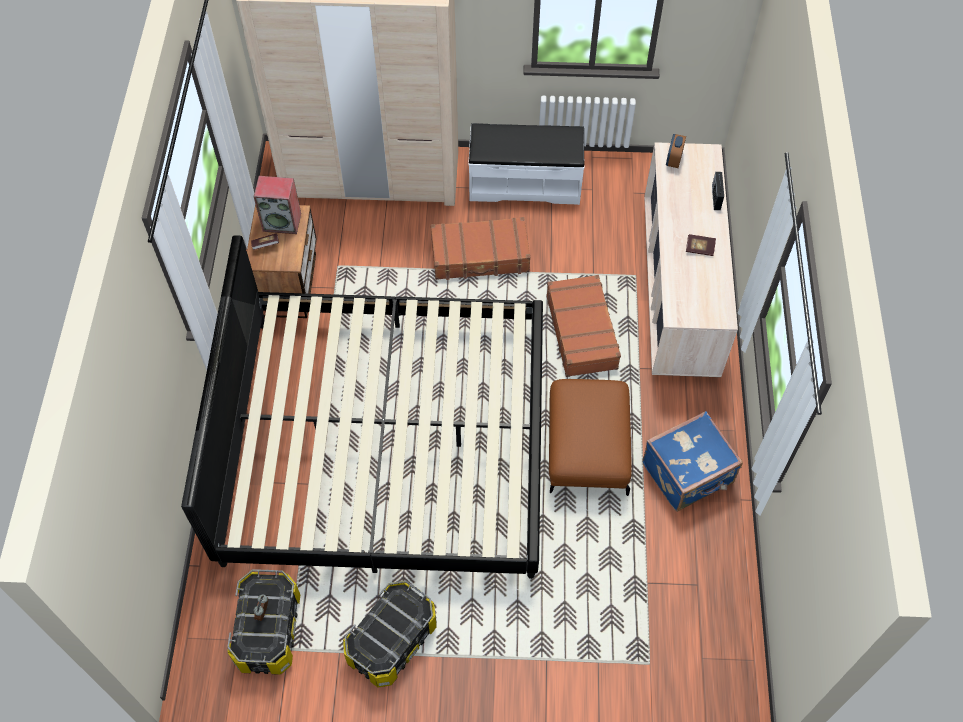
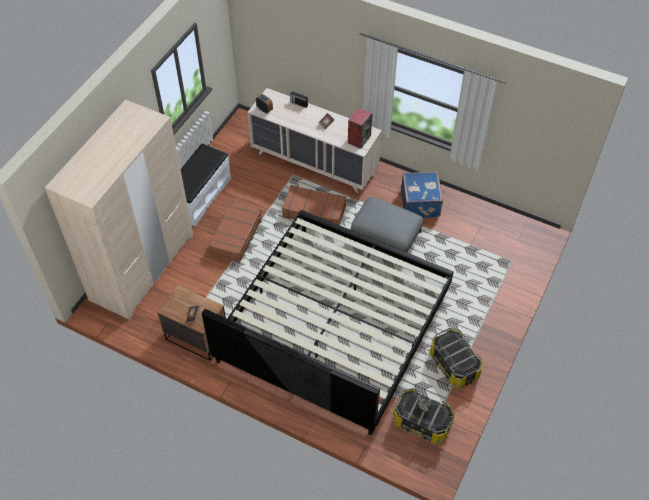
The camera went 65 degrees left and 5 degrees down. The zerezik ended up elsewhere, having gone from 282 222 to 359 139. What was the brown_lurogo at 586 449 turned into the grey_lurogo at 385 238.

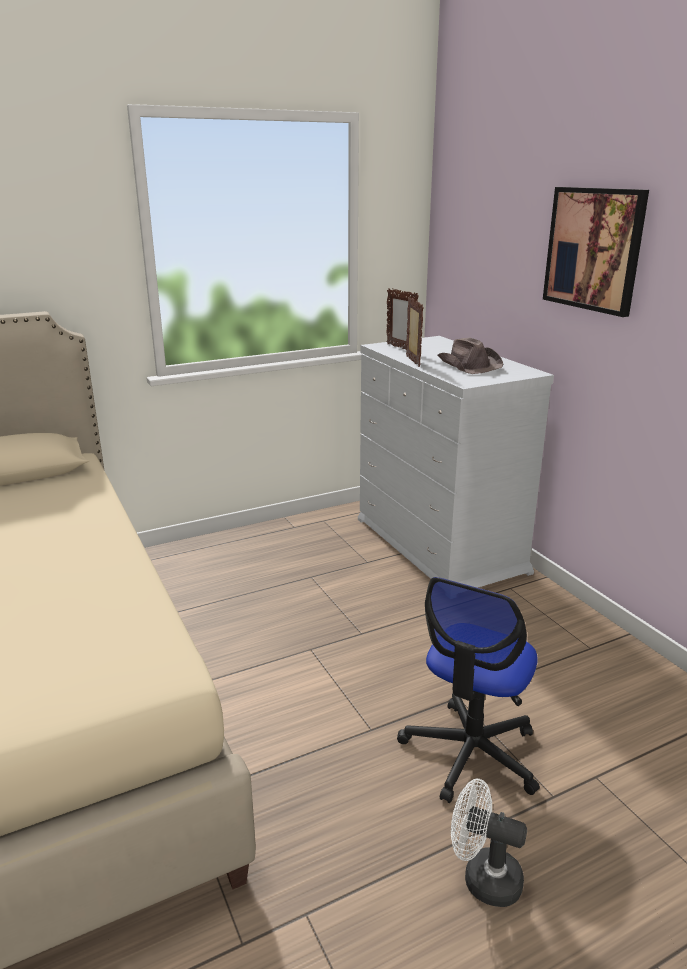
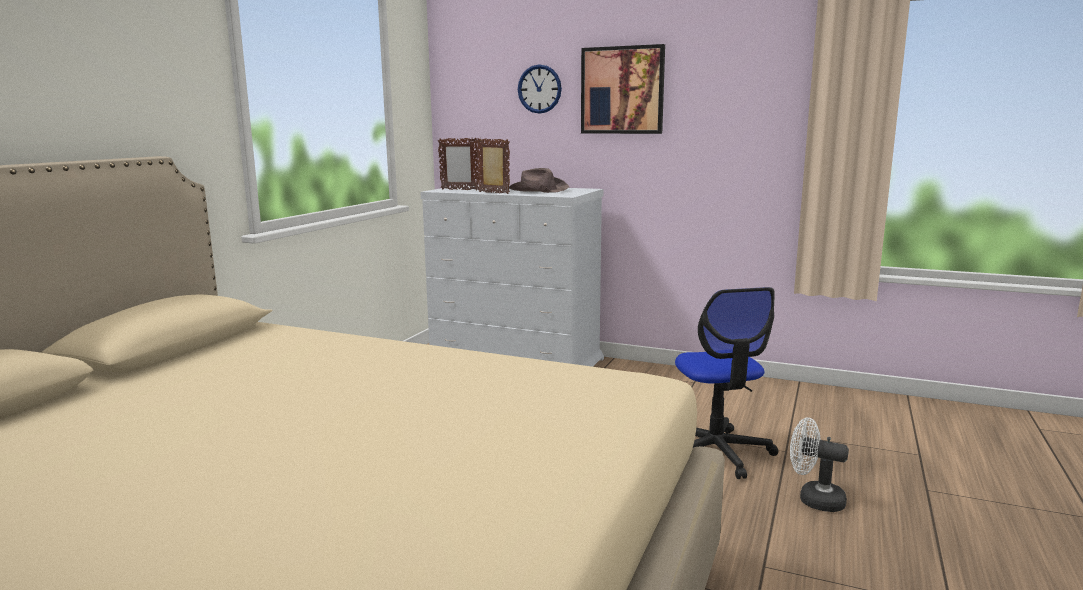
The camera went 40 degrees left and 10 degrees down. The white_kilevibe at 483 877 ended up facing another way, 45 degrees clockwise from before. The second view gained the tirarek at 539 89.

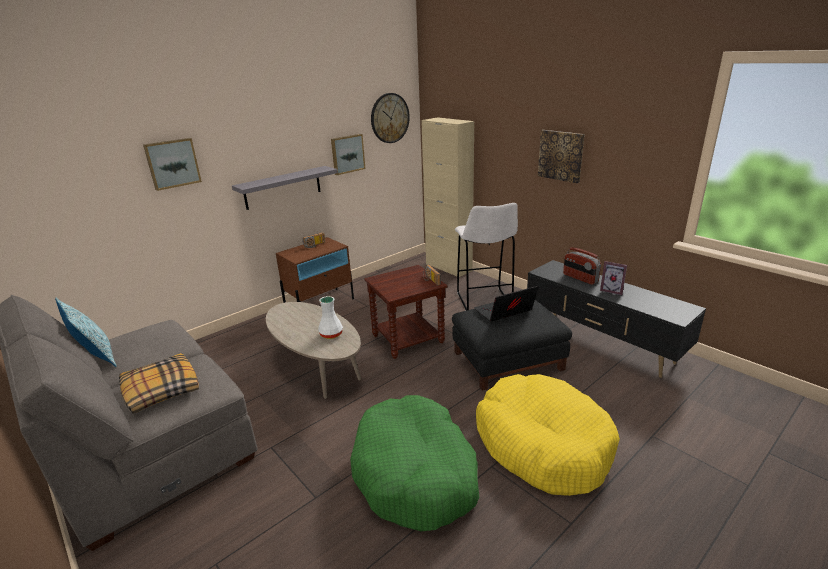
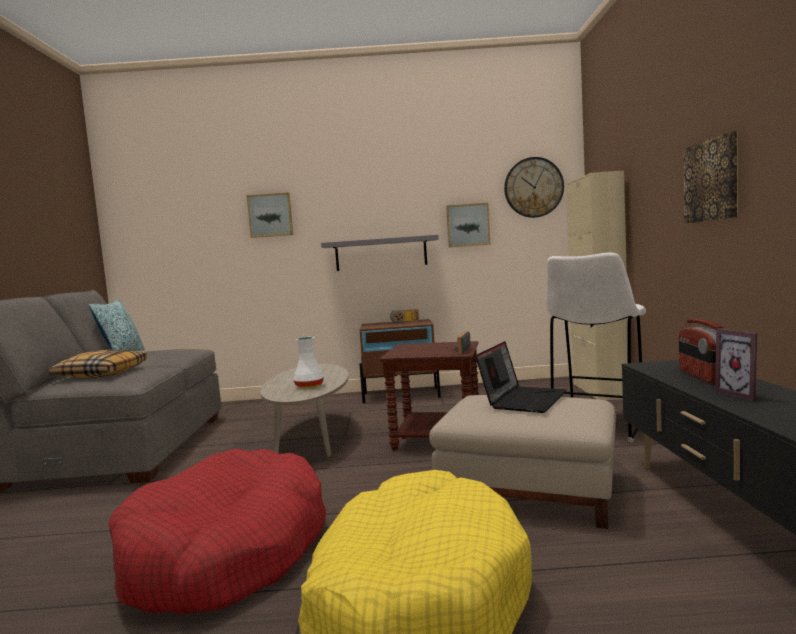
The camera went 40 degrees right and 20 degrees down. The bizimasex at 504 312 ended up facing another way, 105 degrees clockwise from before. What was the black_lurogo at 507 361 turned into the beige_lurogo at 527 491. What was the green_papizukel at 416 473 turned into the red_papizukel at 226 552.

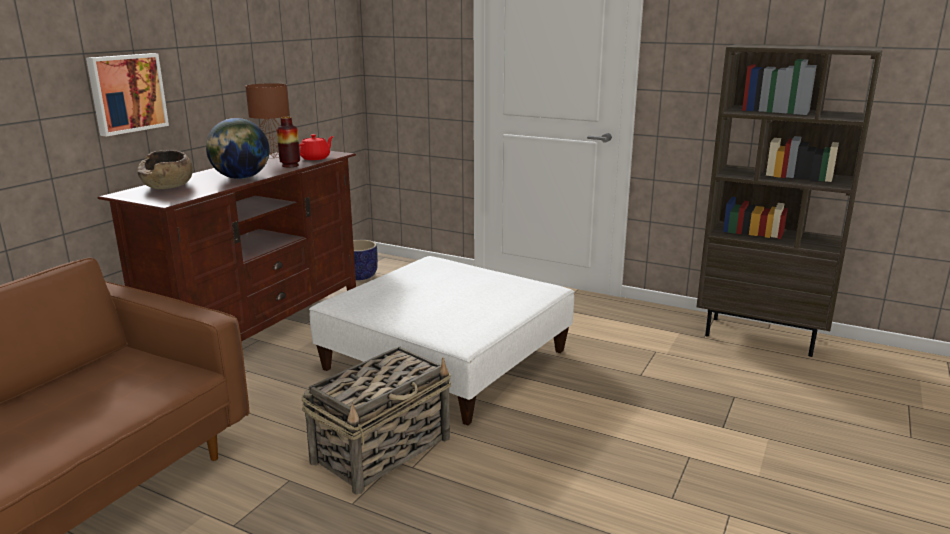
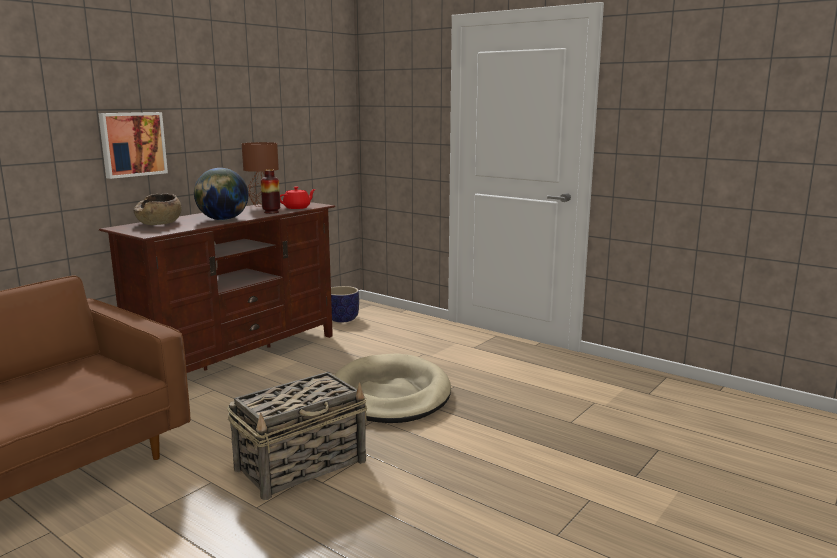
The camera went 10 degrees right and 5 degrees down. The second view lost the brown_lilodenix at 761 336. Where the white_lurogo stood at 446 360, the beige_papizukel came to stand at 390 394.

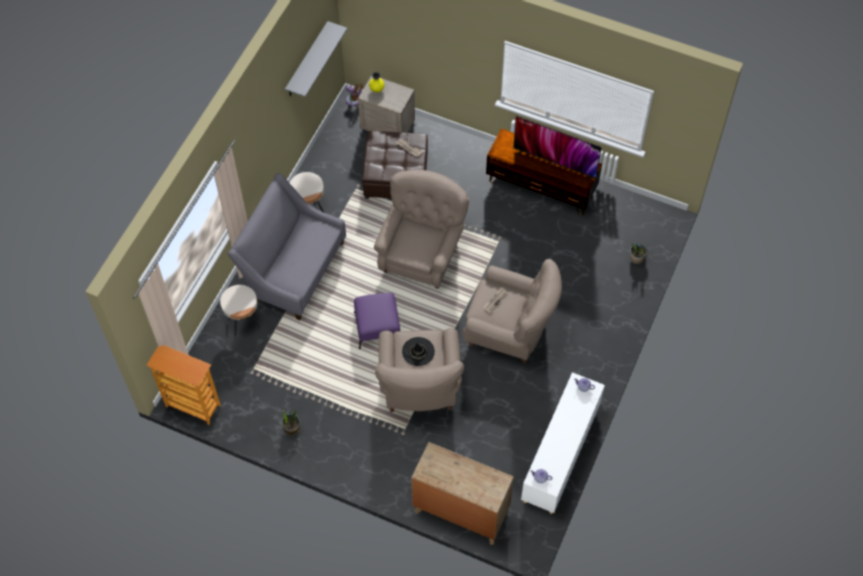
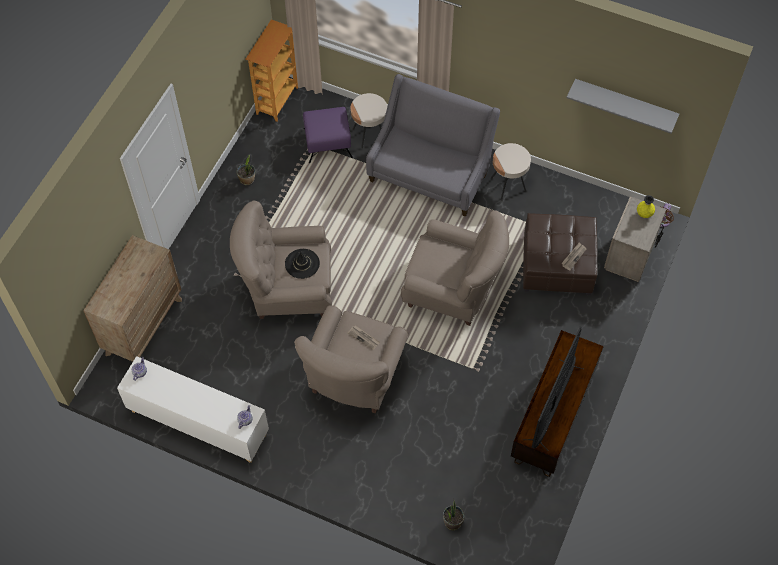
The camera went 90 degrees right and 0 degrees up. The purple_lurogo ended up elsewhere, having gone from 377 327 to 327 142.

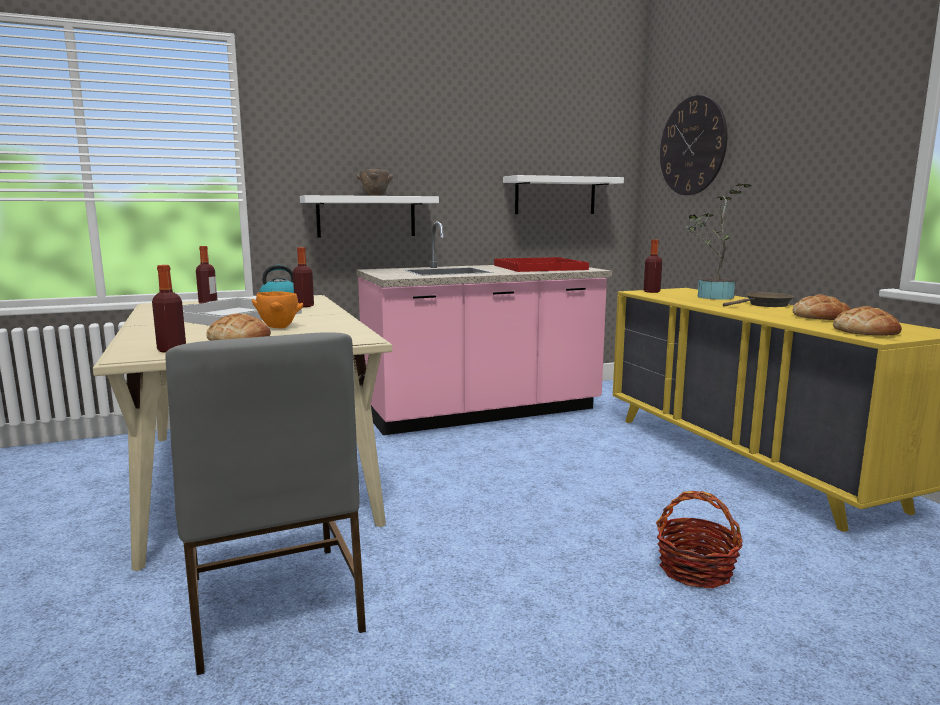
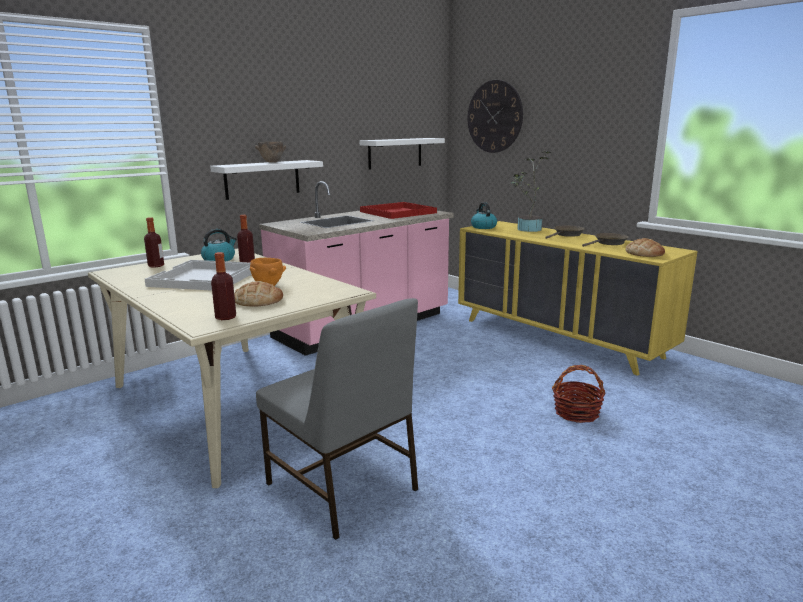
The camera went 20 degrees left and 5 degrees up. Where the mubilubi stood at 651 291, the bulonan came to stand at 483 227. Where the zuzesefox stood at 820 317, the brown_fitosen came to stand at 608 243.

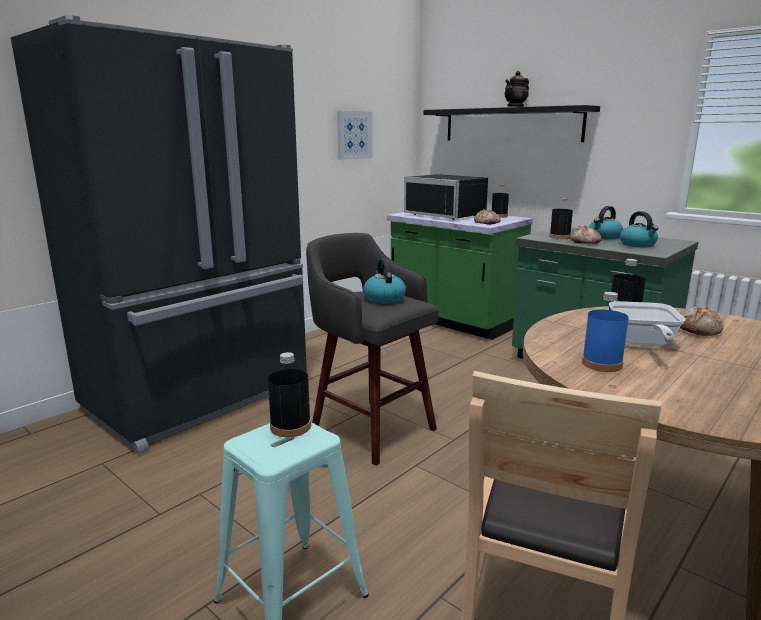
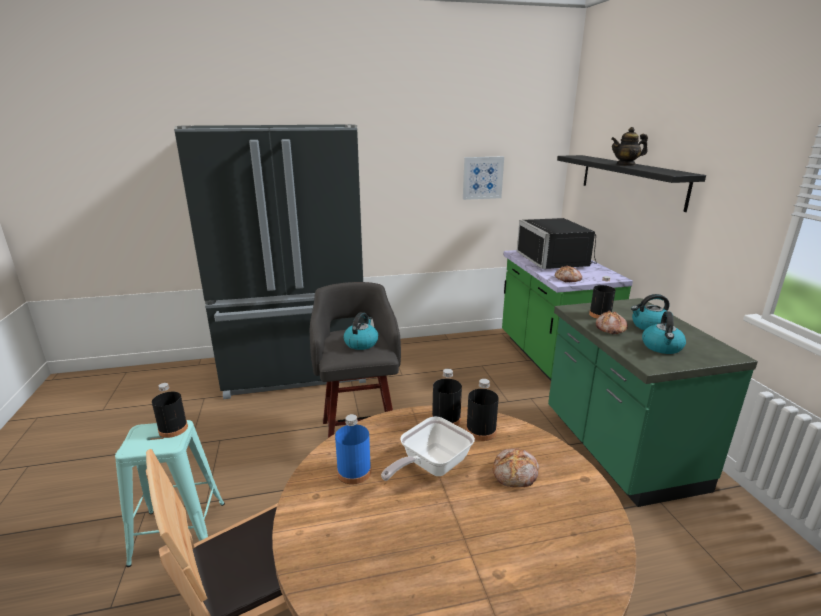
The camera went 35 degrees right and 5 degrees up. The black_mubilubi ended up elsewhere, having gone from 499 216 to 446 419.

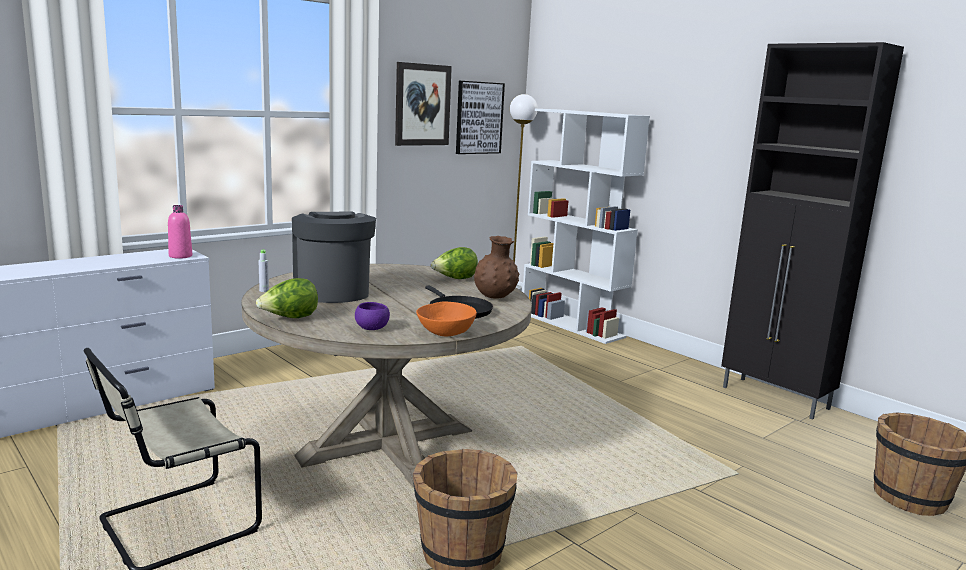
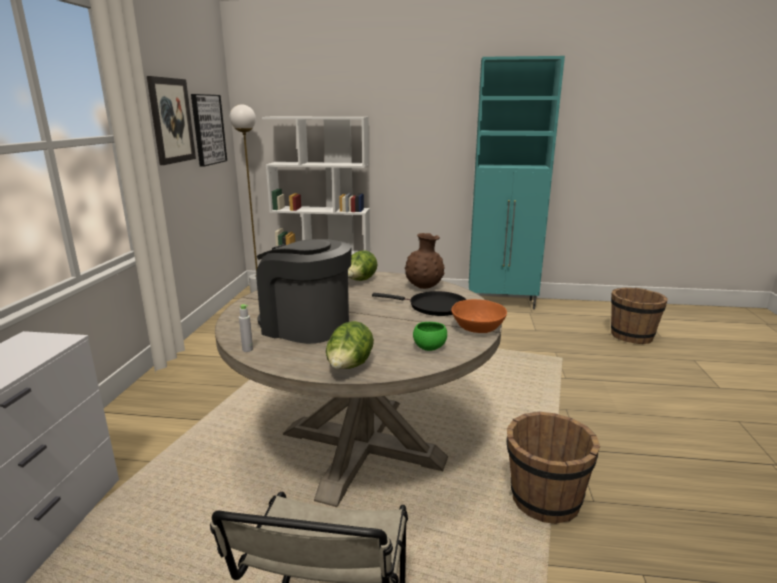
The camera went 40 degrees left and 5 degrees up. What was the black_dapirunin at 776 398 turned into the turquoise_dapirunin at 502 303. The second view lost the pink_mubilubi at 180 256. What was the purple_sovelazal at 371 328 turned into the green_sovelazal at 429 348.

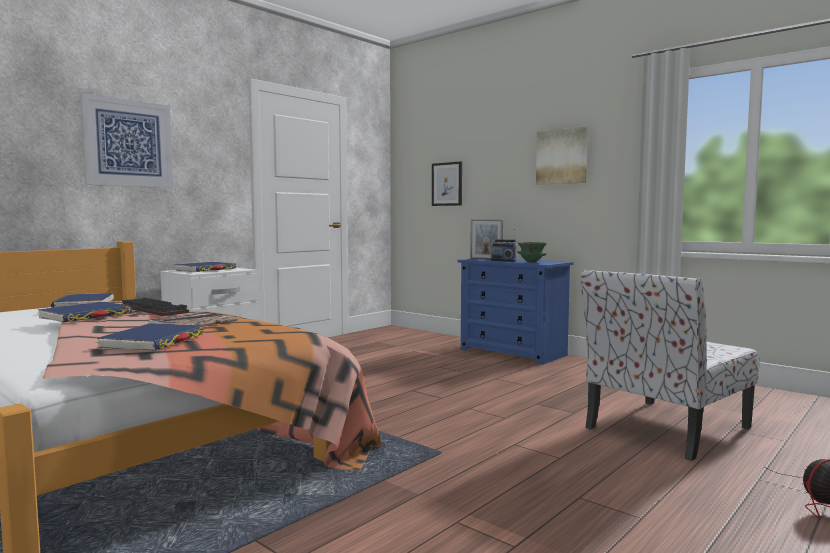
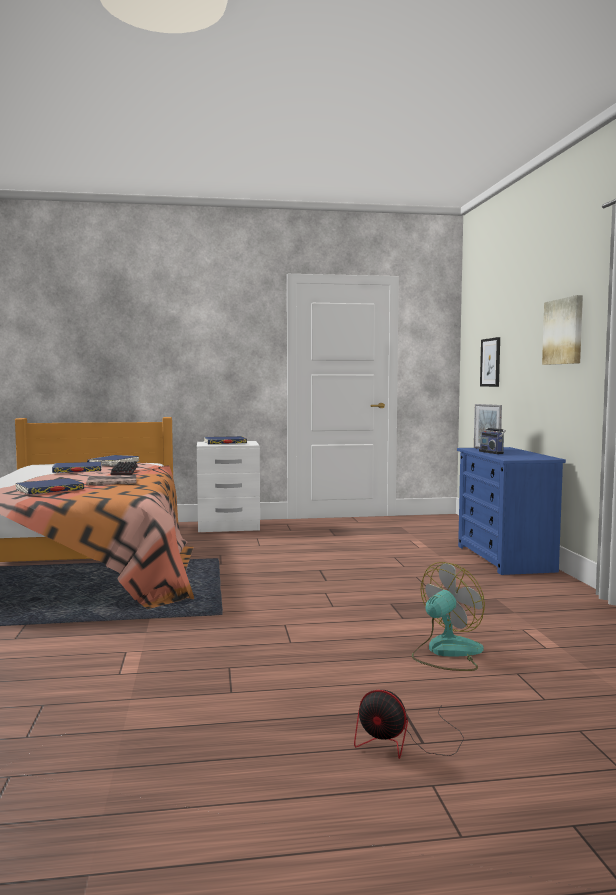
The camera went 40 degrees right and 0 degrees up. The second view lost the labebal at 128 143. The second view lost the green_sovelazal at 531 262. Where the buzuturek stood at 665 429, the kilevibe came to stand at 446 652.

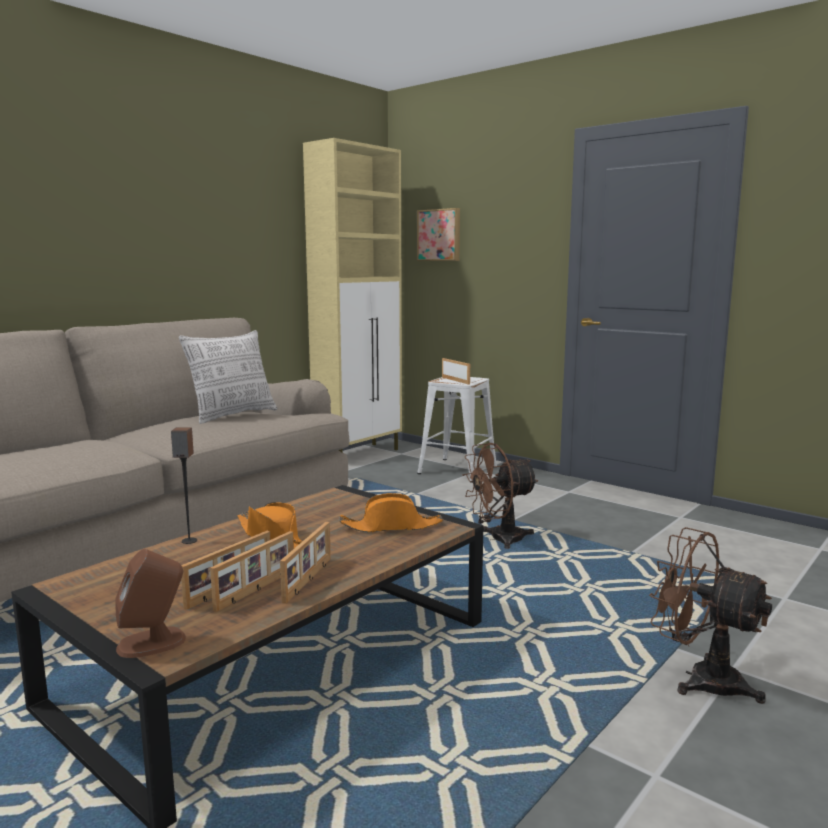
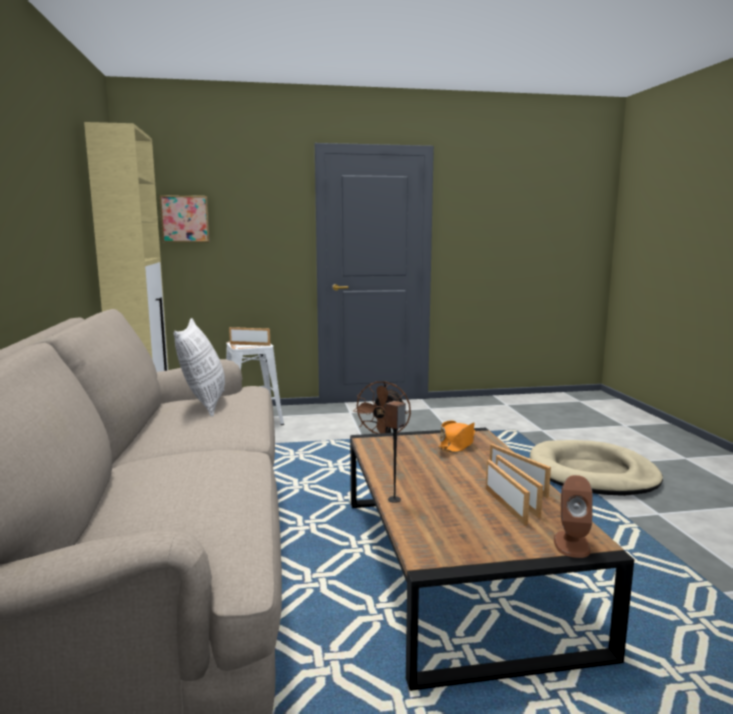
The camera went 50 degrees left and 0 degrees up. The second view lost the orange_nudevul at 272 537. Where the brown_kilevibe stood at 701 679, the beige_papizukel came to stand at 592 473.

